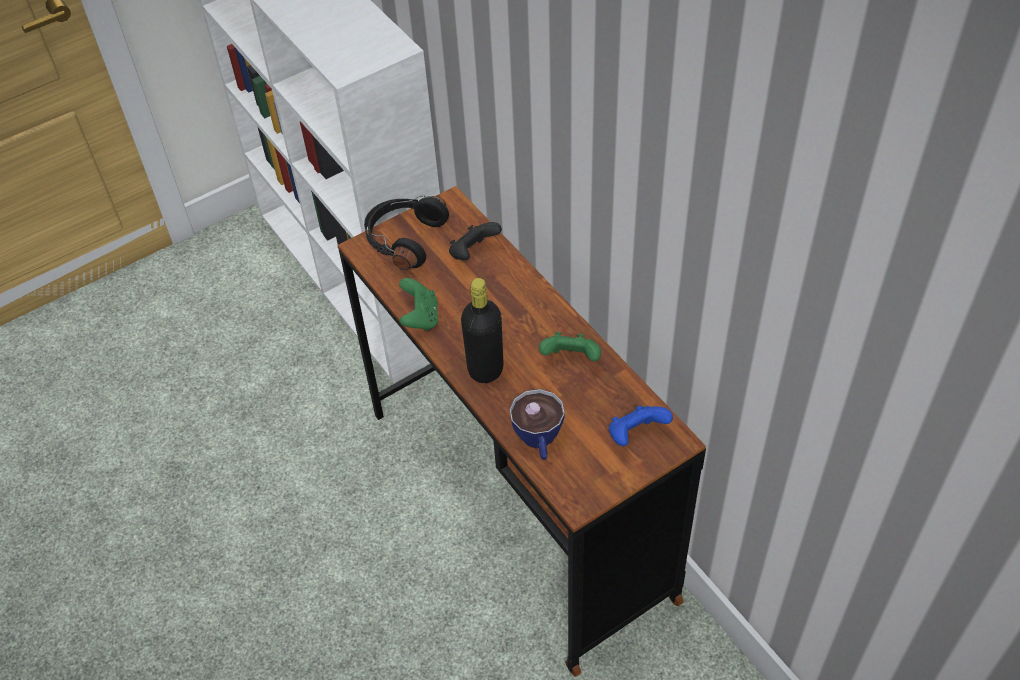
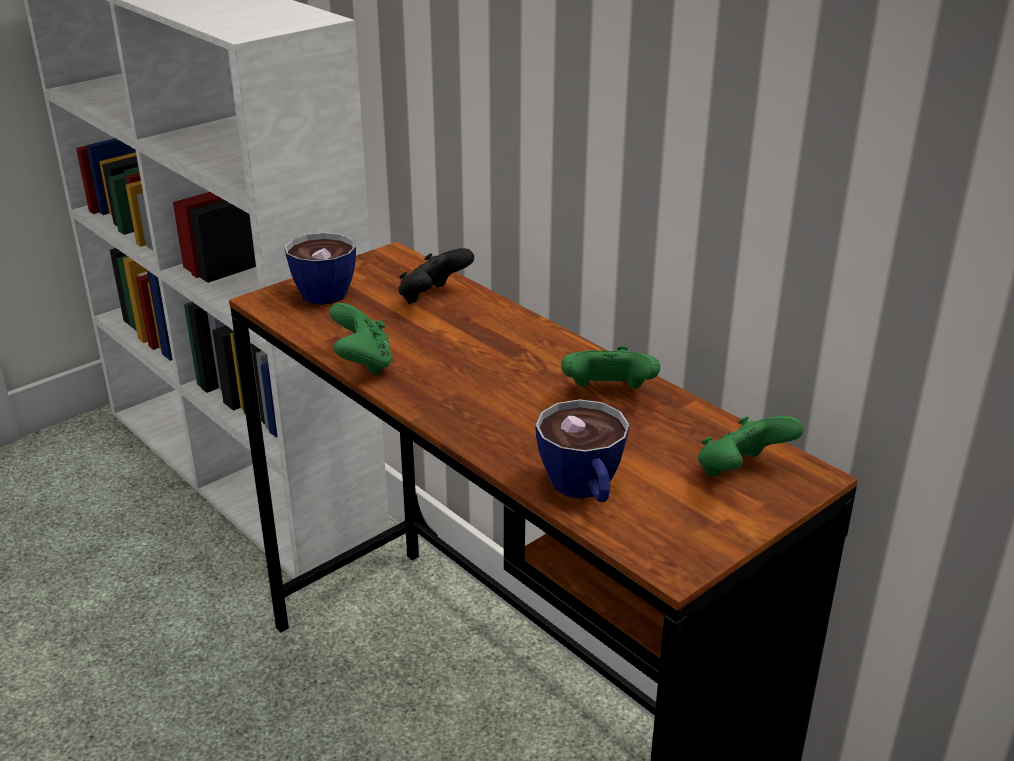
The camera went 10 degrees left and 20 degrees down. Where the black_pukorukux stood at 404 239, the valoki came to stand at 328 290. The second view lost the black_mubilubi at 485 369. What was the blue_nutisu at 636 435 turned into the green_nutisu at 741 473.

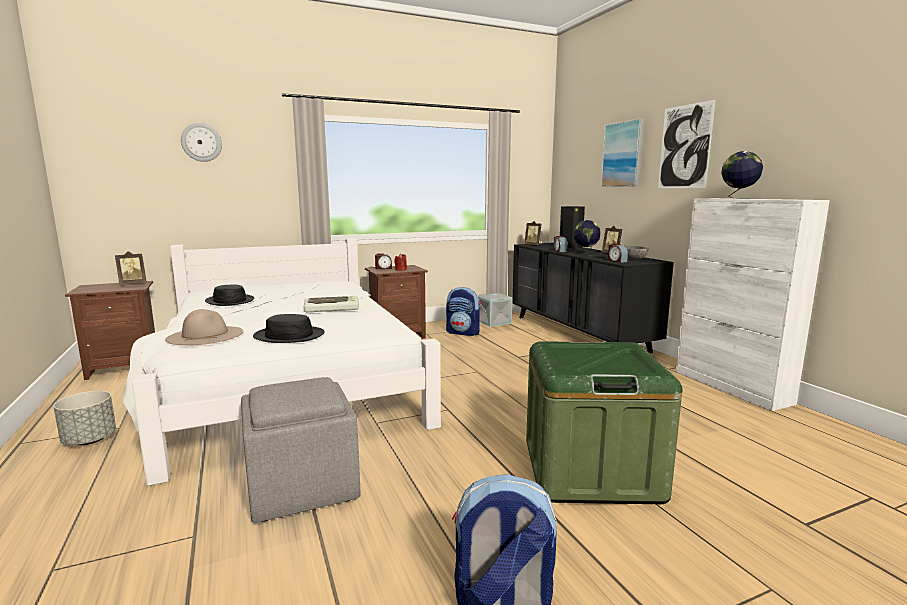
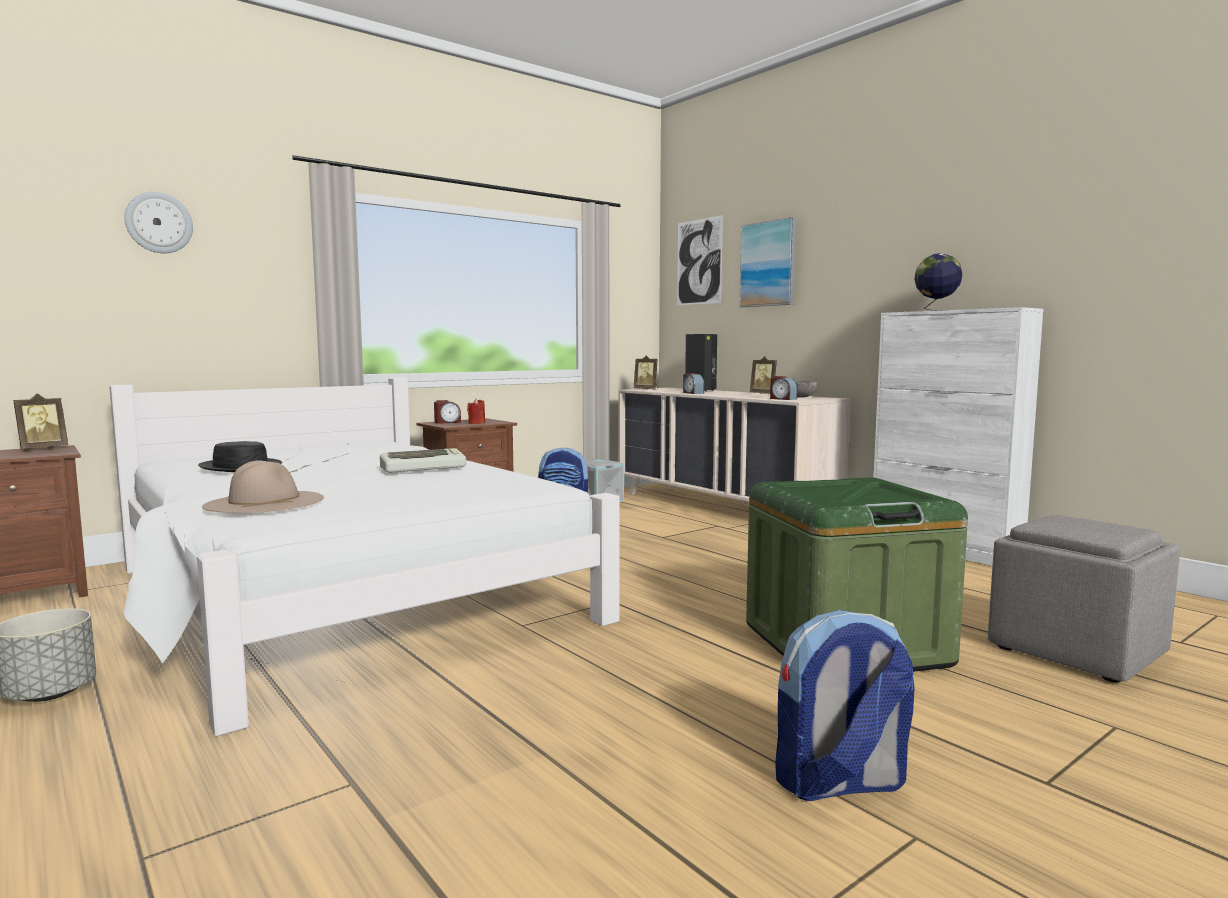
The camera went 15 degrees left and 5 degrees down. The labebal ended up elsewhere, having gone from 684 146 to 699 262. The second view lost the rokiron at 585 254. What was the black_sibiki at 578 333 turned into the beige_sibiki at 721 507. The second view lost the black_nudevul at 289 335. The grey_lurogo ended up elsewhere, having gone from 303 486 to 1075 650.

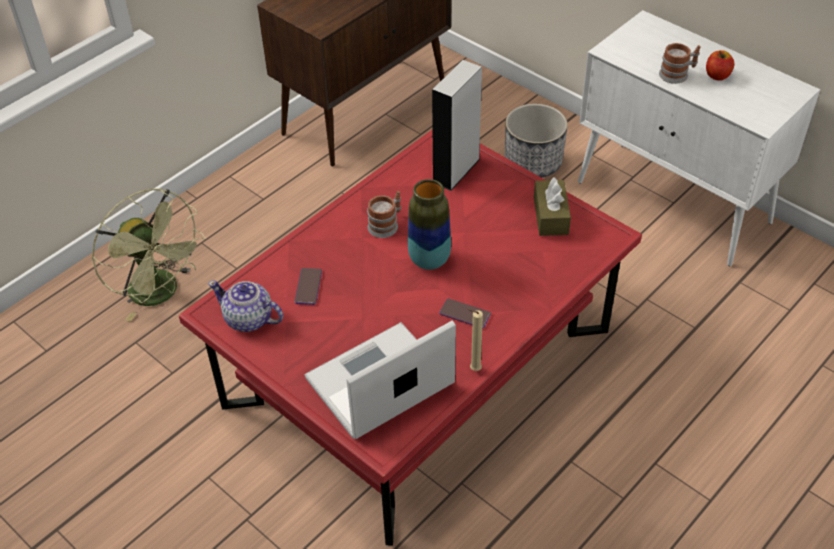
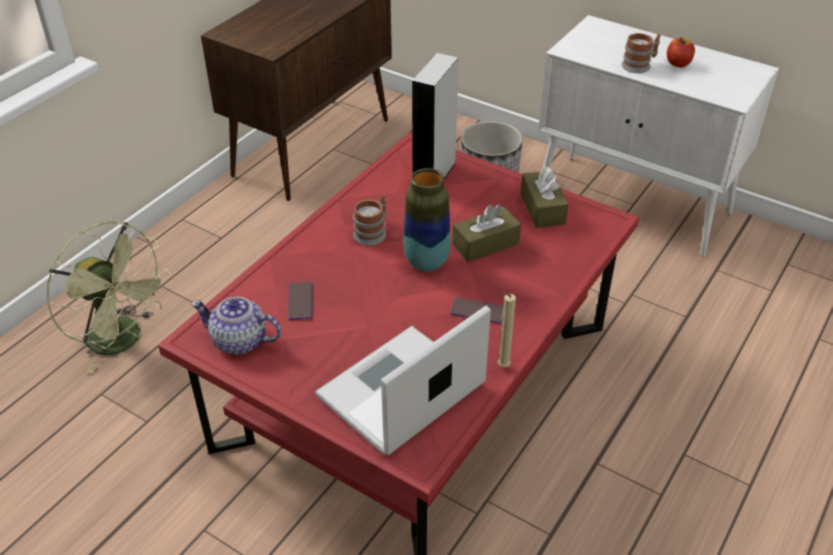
The camera went 10 degrees left and 5 degrees down. The second view gained the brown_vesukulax at 485 244.

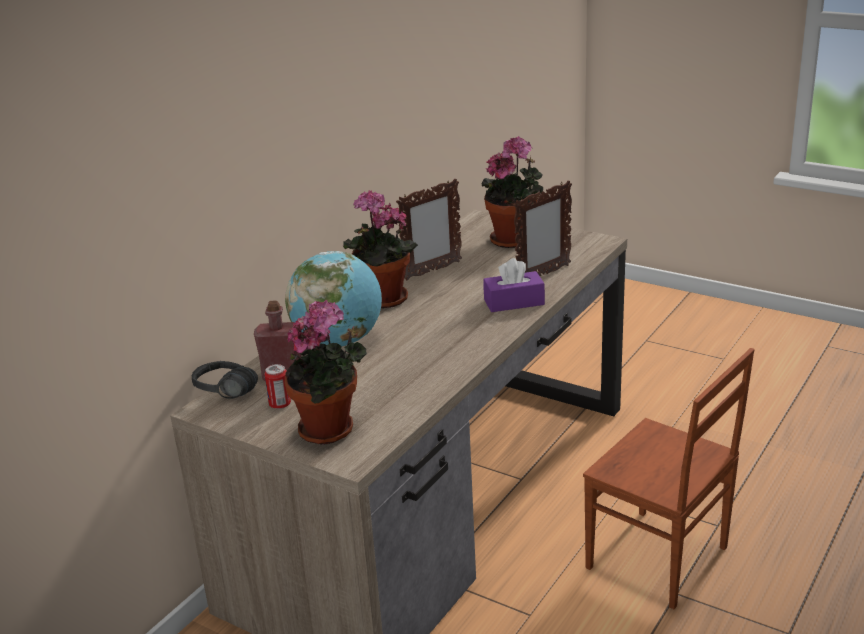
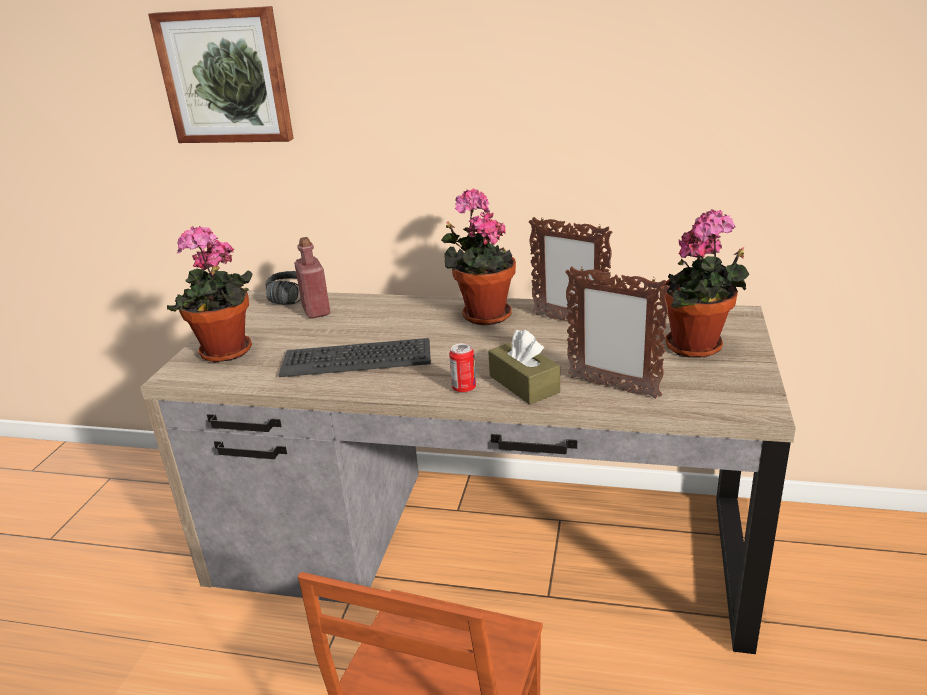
The camera went 70 degrees right and 0 degrees up. The second view lost the rokiron at 339 341. What was the purple_vesukulax at 514 302 turned into the brown_vesukulax at 524 384. The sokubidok ended up elsewhere, having gone from 280 404 to 464 388. The second view gained the labebal at 226 76. The second view gained the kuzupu at 357 358.

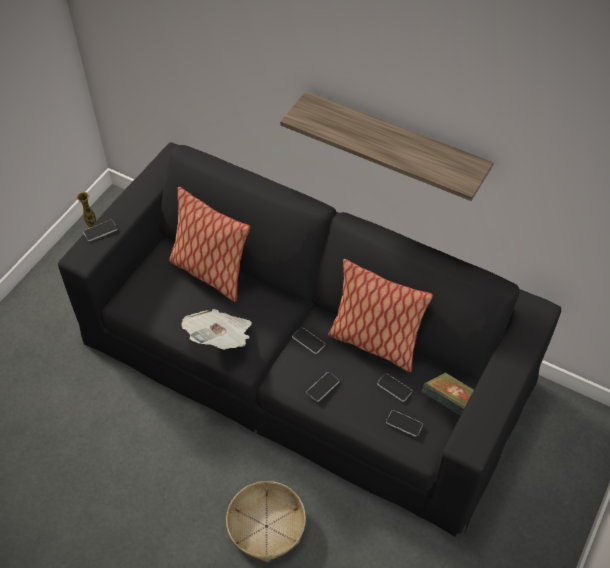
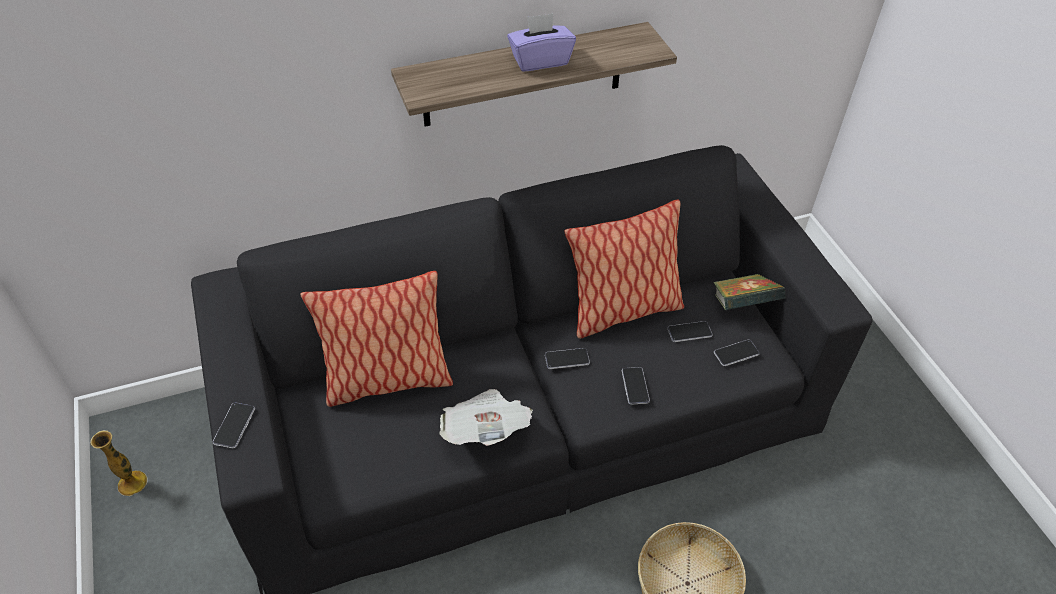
The camera went 50 degrees left and 5 degrees down. The second view gained the purple_vesukulax at 540 60.

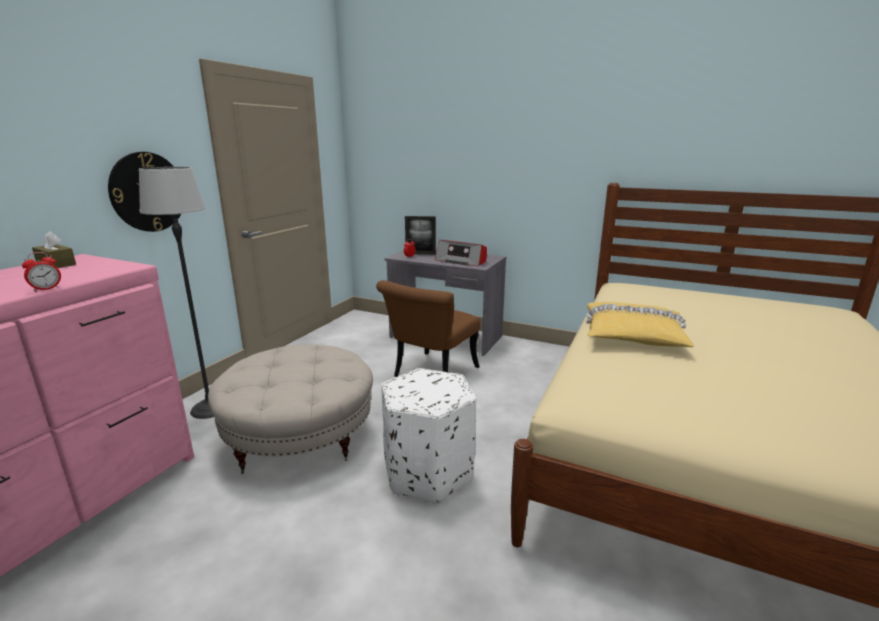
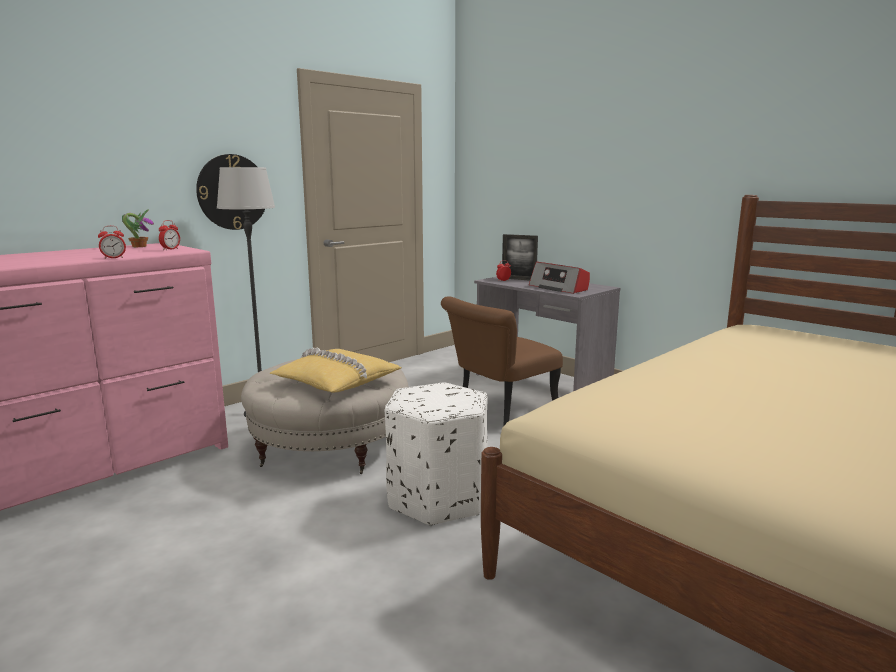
The camera went 20 degrees right and 5 degrees down. Where the brown_vesukulax stood at 56 264, the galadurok came to stand at 139 246. The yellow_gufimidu ended up elsewhere, having gone from 633 335 to 336 382. The second view gained the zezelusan at 170 249.

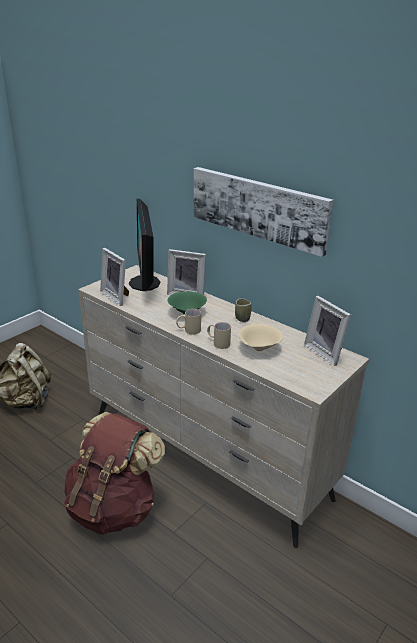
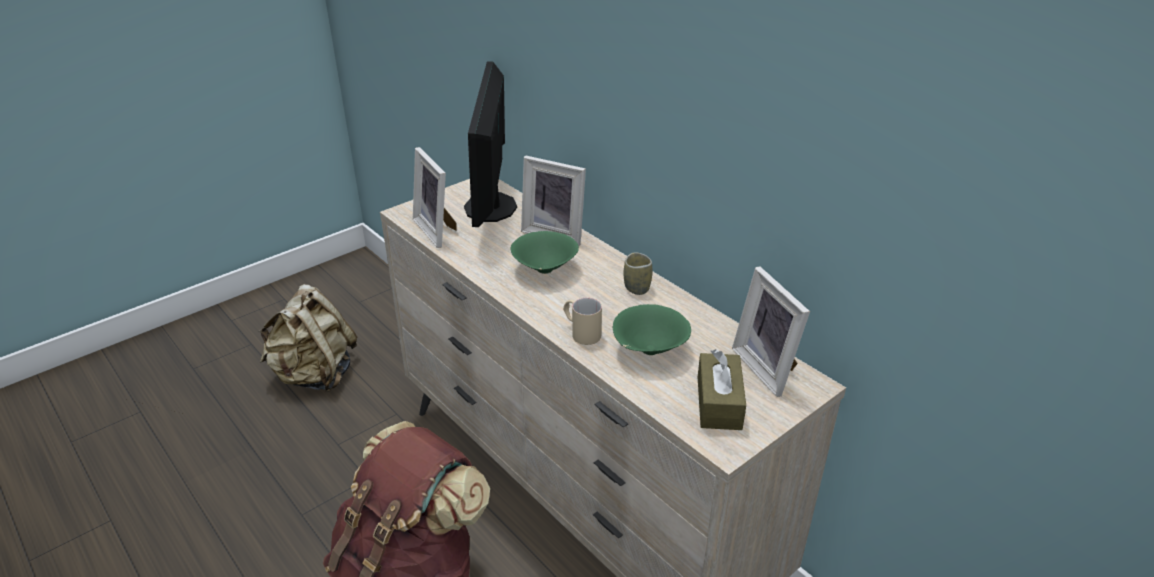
The camera went 10 degrees right and 5 degrees up. The second view lost the labebal at 258 208. The second view lost the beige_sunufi at 188 330. What was the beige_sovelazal at 258 349 turned into the green_sovelazal at 648 350. The second view gained the brown_vesukulax at 719 403.

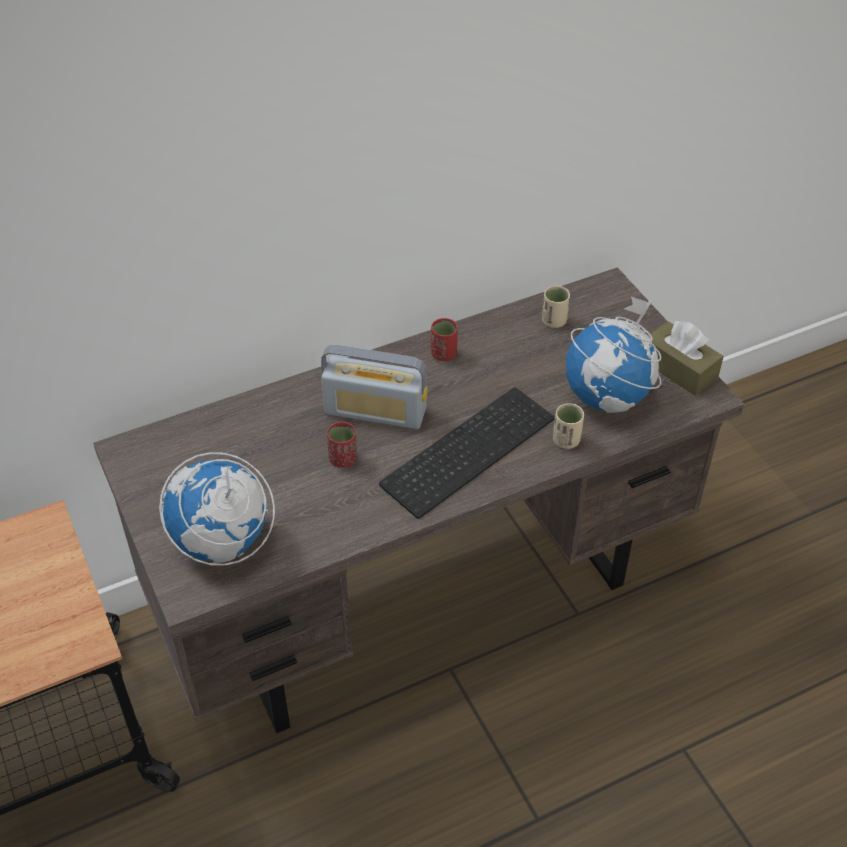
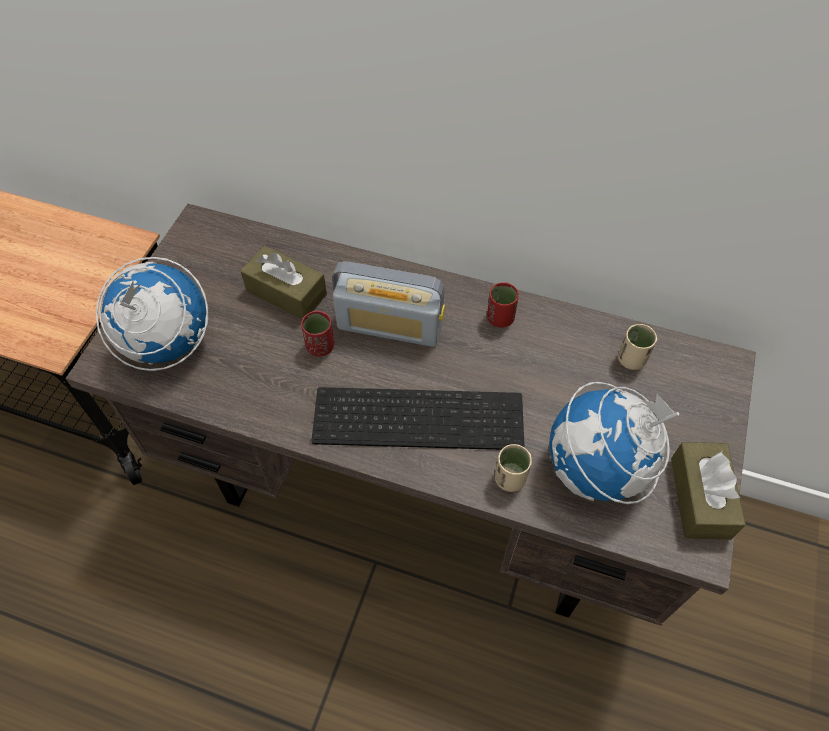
The camera went 45 degrees right and 10 degrees up. The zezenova at 375 411 ended up facing another way, 45 degrees counterclockwise from before. The second view gained the brown_vesukulax at 286 292.

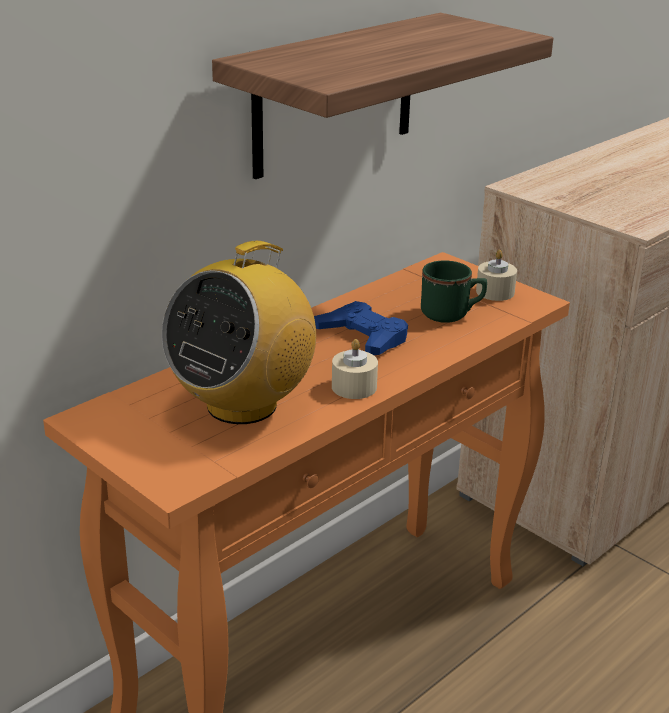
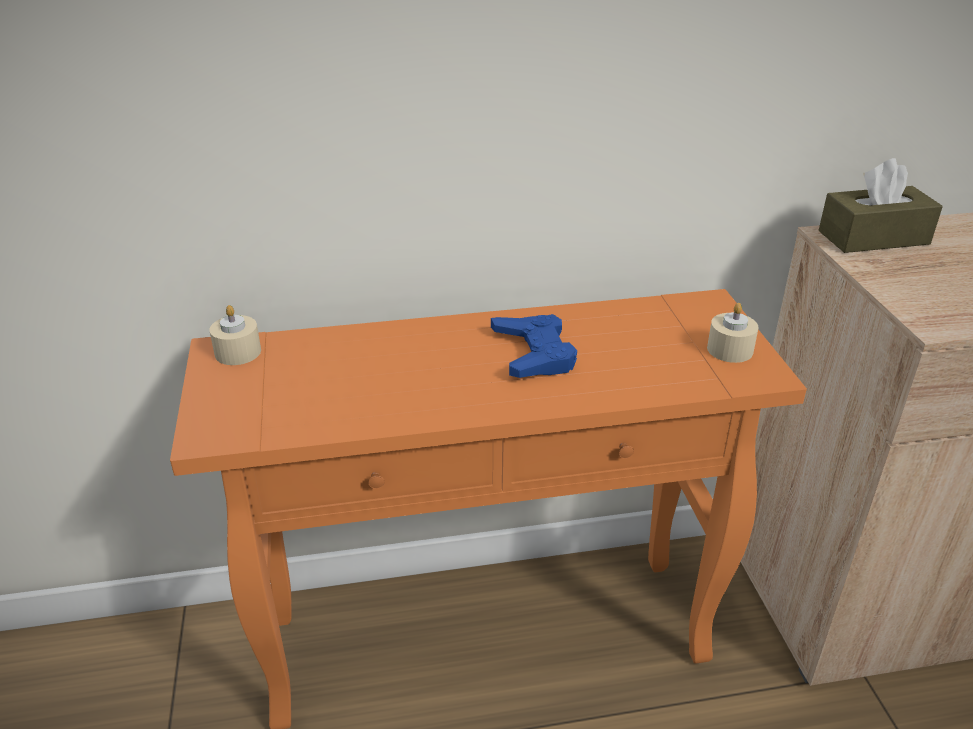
The camera went 35 degrees right and 5 degrees up. The second view lost the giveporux at 335 95. The second view lost the zezenova at 242 404. The second view lost the green_sunufi at 451 314. The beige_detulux ended up elsewhere, having gone from 354 387 to 238 352. The second view gained the brown_vesukulax at 873 237.

